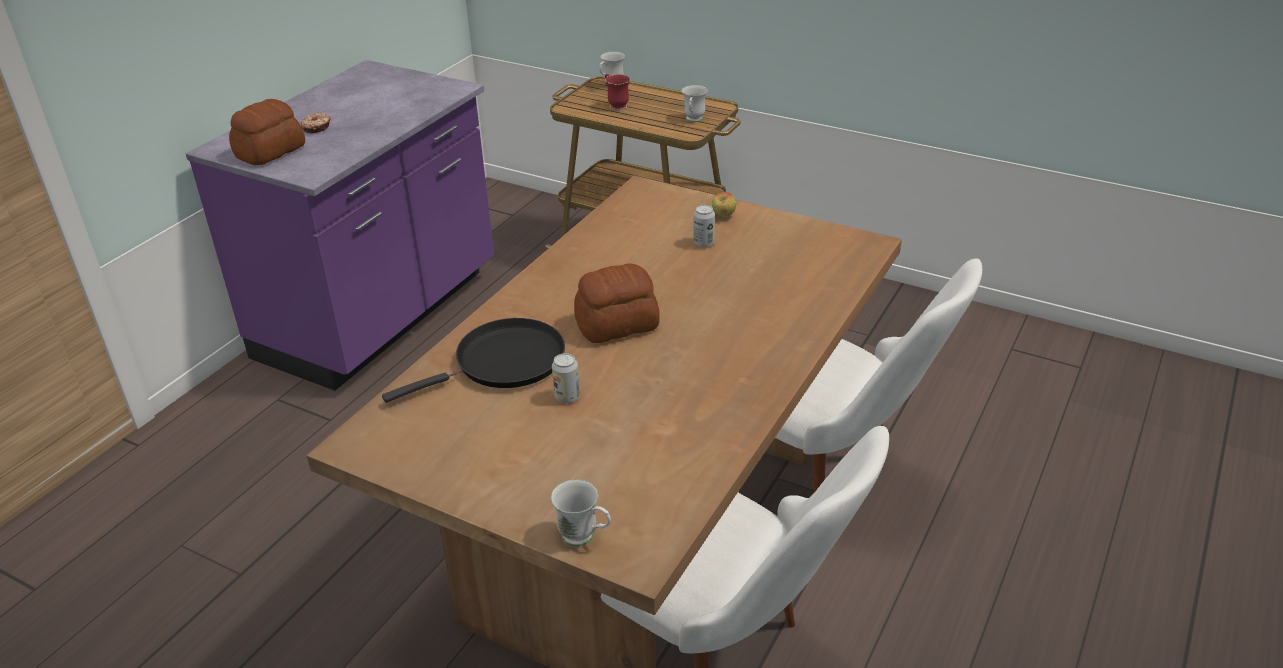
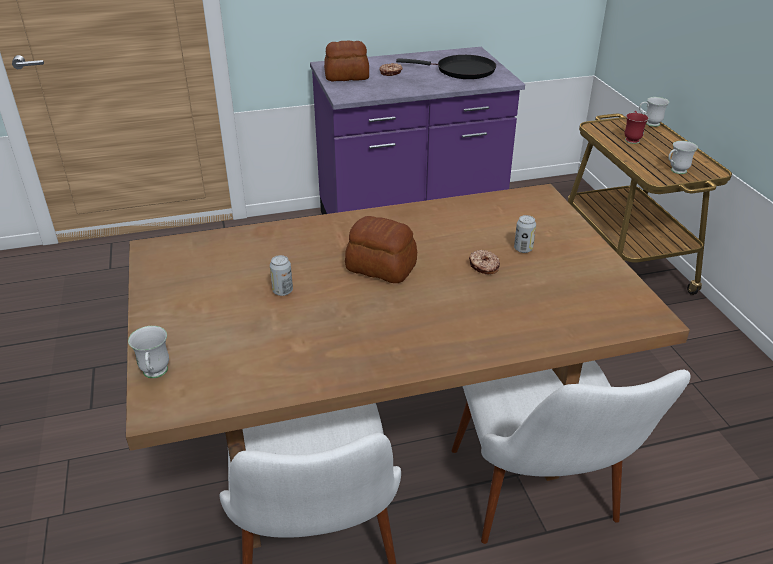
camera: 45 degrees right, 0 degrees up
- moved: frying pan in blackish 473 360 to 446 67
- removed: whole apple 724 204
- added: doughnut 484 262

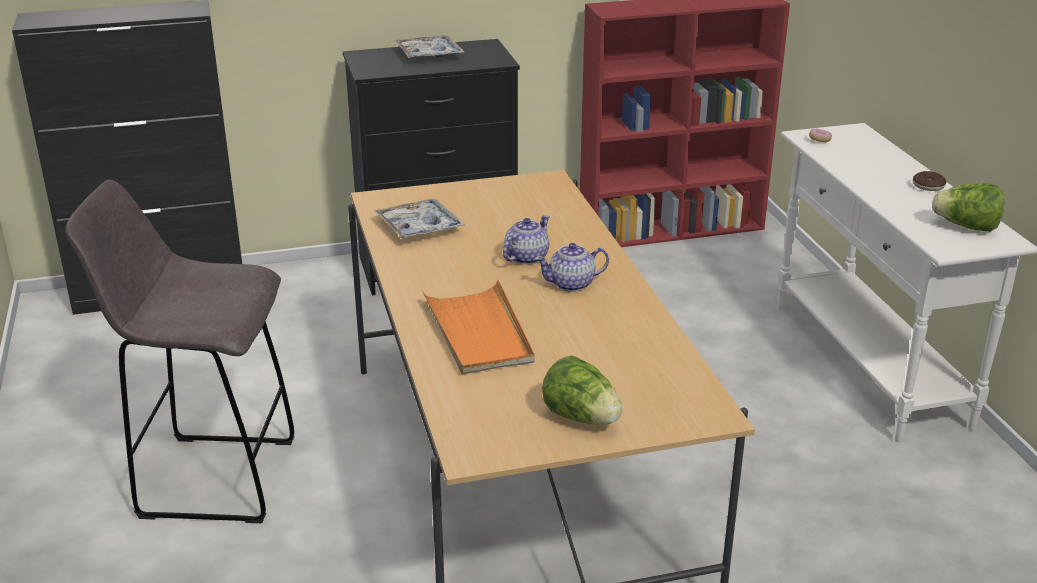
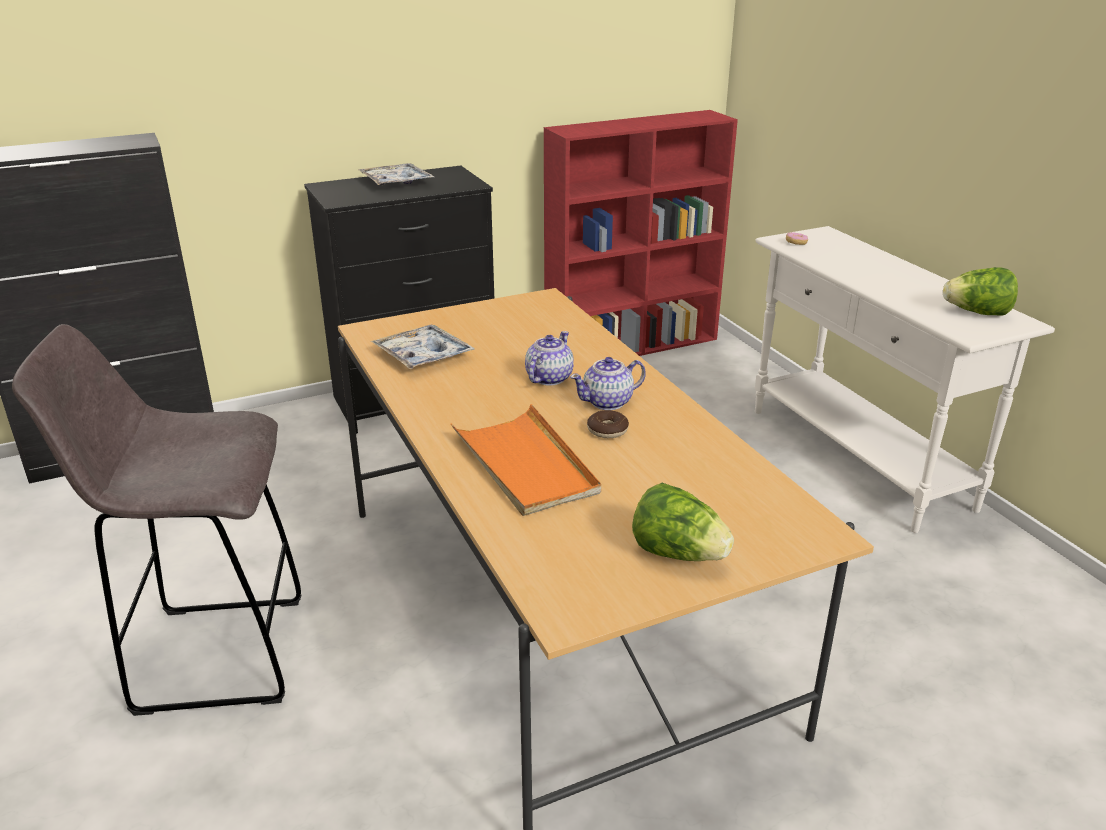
camera: 10 degrees left, 0 degrees up
- moved: doughnut 929 181 to 608 424

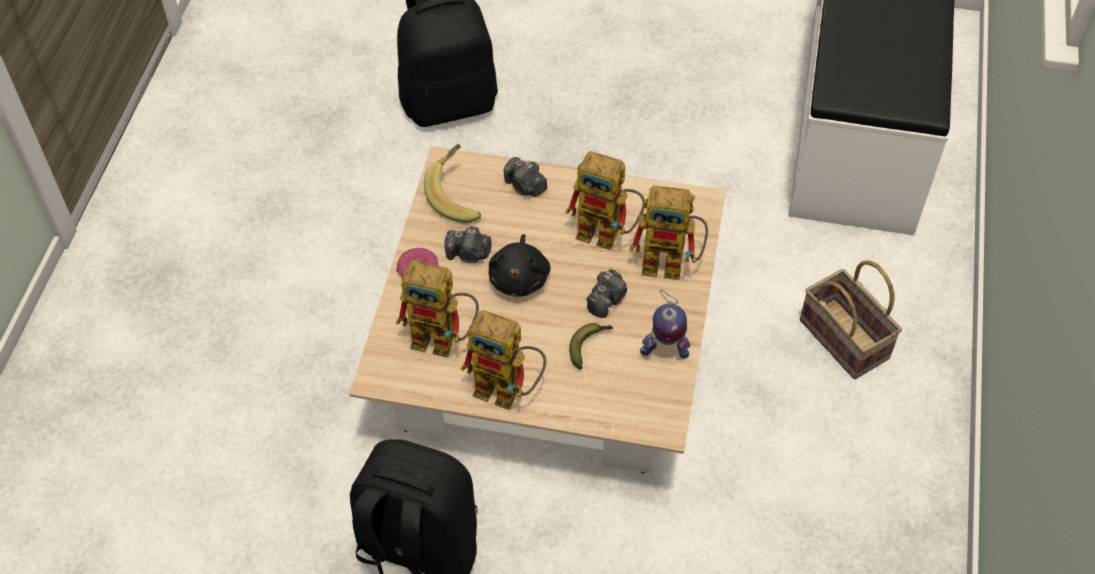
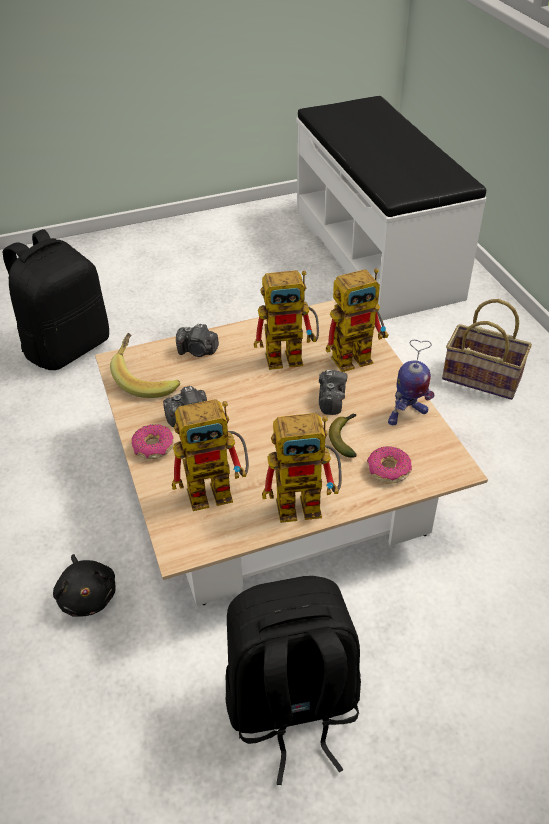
camera: 30 degrees left, 10 degrees down
- moved: cuddly toy in blackish 520 265 to 84 585
- added: doughnut 389 465

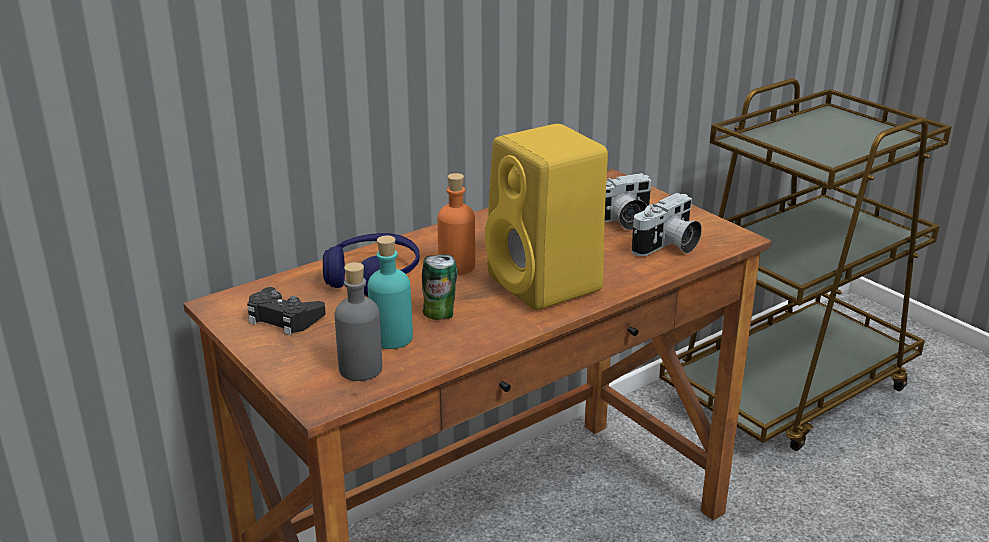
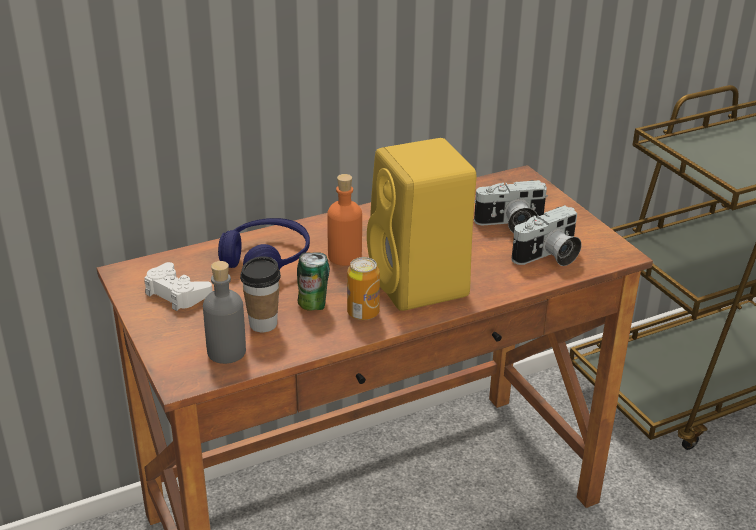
camera: 10 degrees right, 5 degrees up
- recoloured: joypad in blackish 286 311 to joypad in whitish 178 286
- replaced: drink bottle in turquoise 390 292 to small cup 260 294
- added: can 363 288

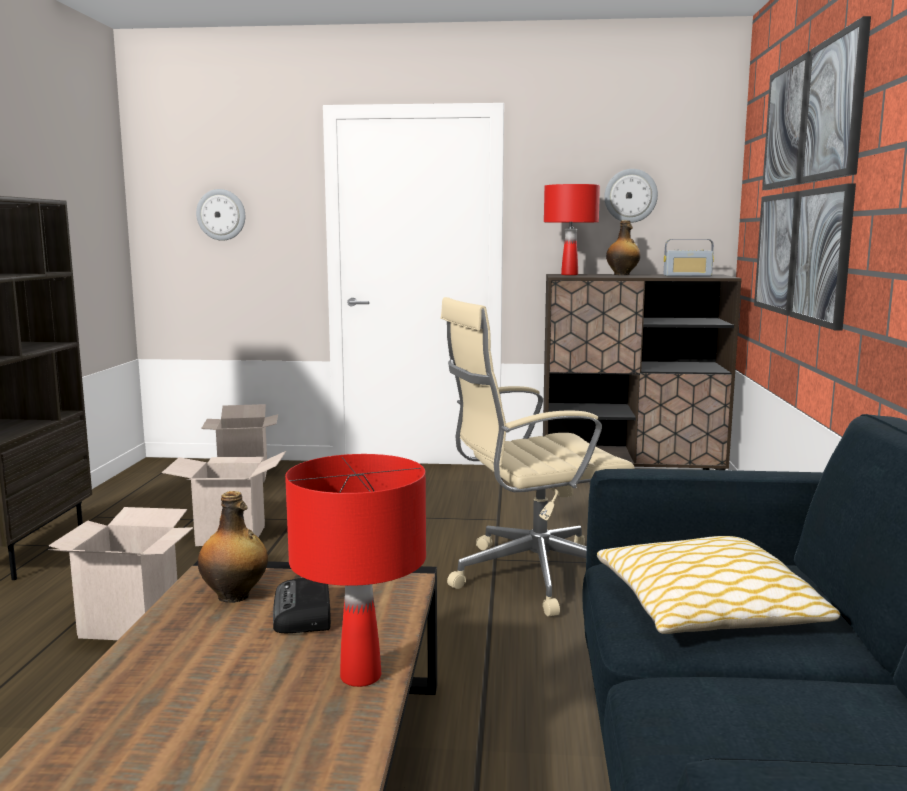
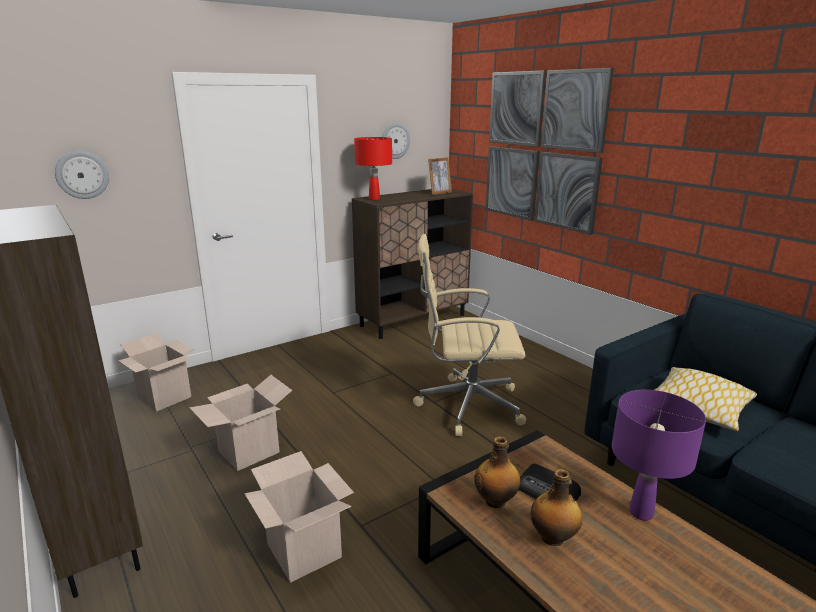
camera: 40 degrees left, 10 degrees up
- recoloured: table lamp in red-coloured 355 570 to table lamp in purplish 659 455
- turned: office chair in beige 538 457 = 469 335 60 degrees clockwise
- moved: drink bottle 623 247 to 556 507
- replaced: radio 689 257 to picture frame 440 176

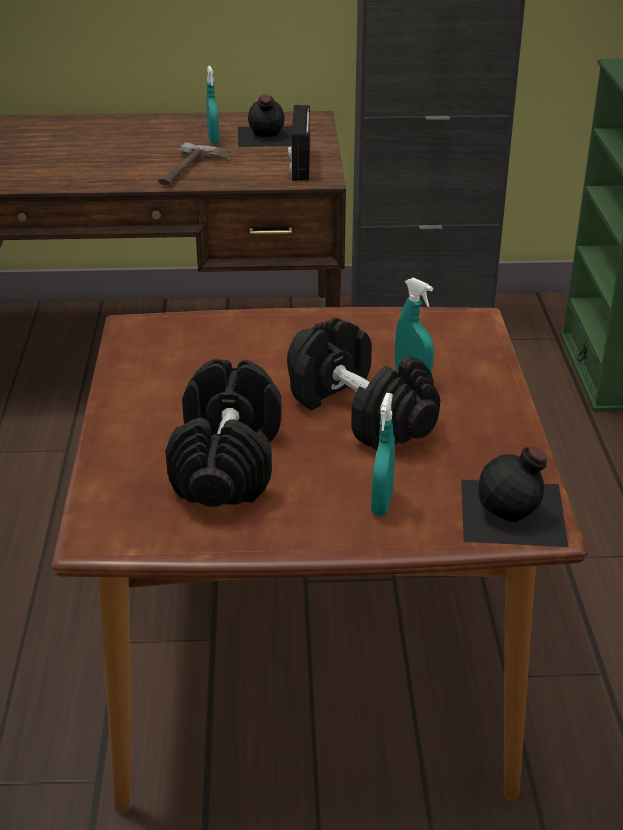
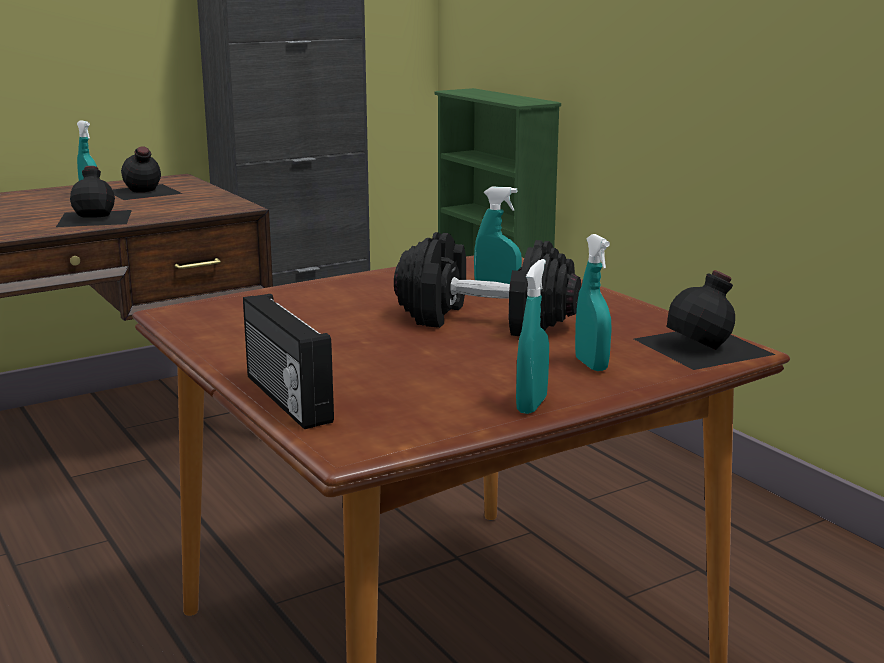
camera: 30 degrees left, 15 degrees down
- replaced: tool hammer 194 163 to drink bottle in blackish 94 196
- removed: dumbbell in blackish 223 433
- moved: radio 299 143 to 288 361
- added: sprayer in turquoise 532 336

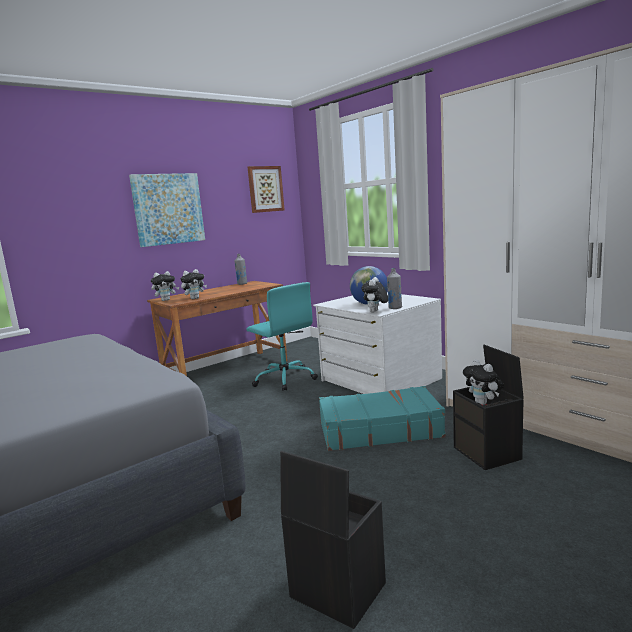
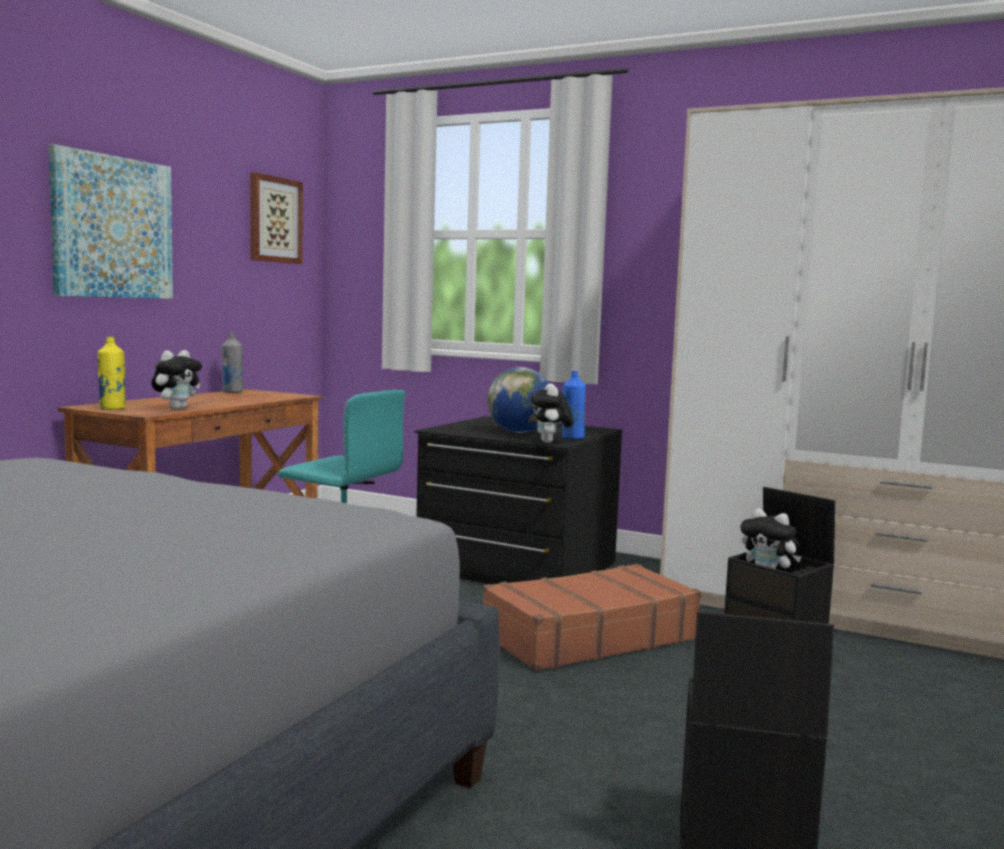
camera: 25 degrees left, 5 degrees down
- replaced: cuddly toy 165 286 to drink bottle in yellow 112 373
- recoloured: dresser in whitish 377 343 to dresser in blackish 518 500
- recoloured: suitcase in turquoise 382 418 to suitcase in brownish 592 617
- recoloured: drink bottle in grey 395 288 to drink bottle in bluish 574 405

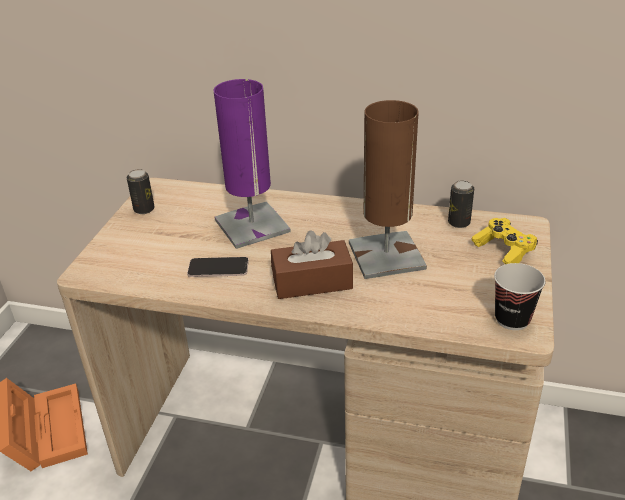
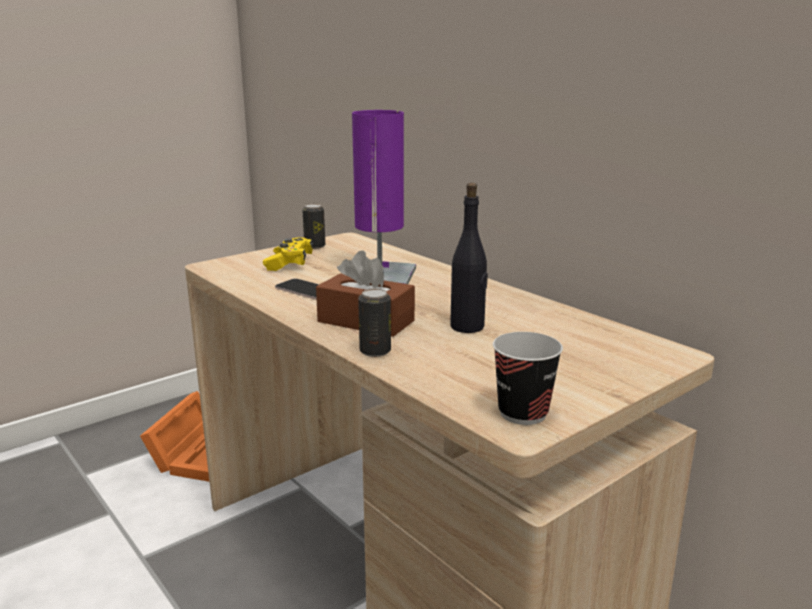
camera: 35 degrees right, 15 degrees down
- replaced: table lamp in brownish 388 189 to drink bottle in blackish 469 258
- moved: can 461 204 to 374 323
- moved: joypad in yellow 505 241 to 288 254

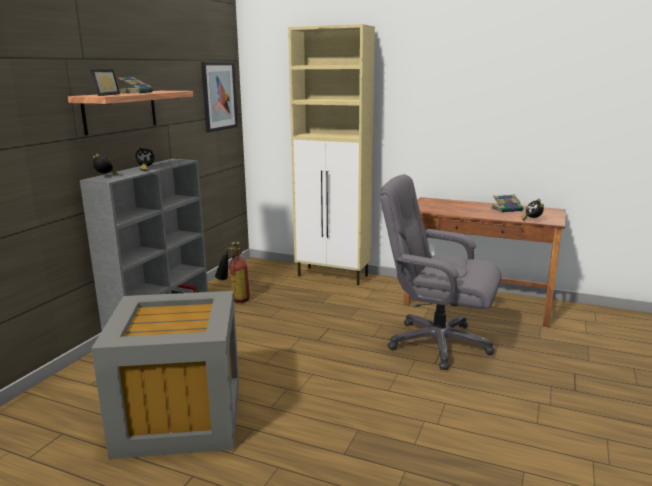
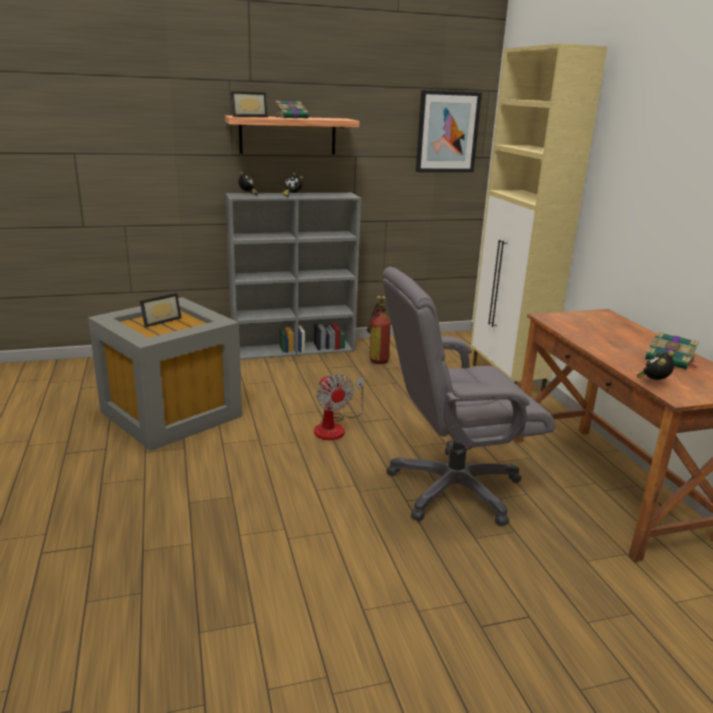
camera: 50 degrees right, 5 degrees up
- turned: office chair in grey 441 272 = 468 396 90 degrees counterclockwise
- added: picture frame 160 310
- added: fan 339 407

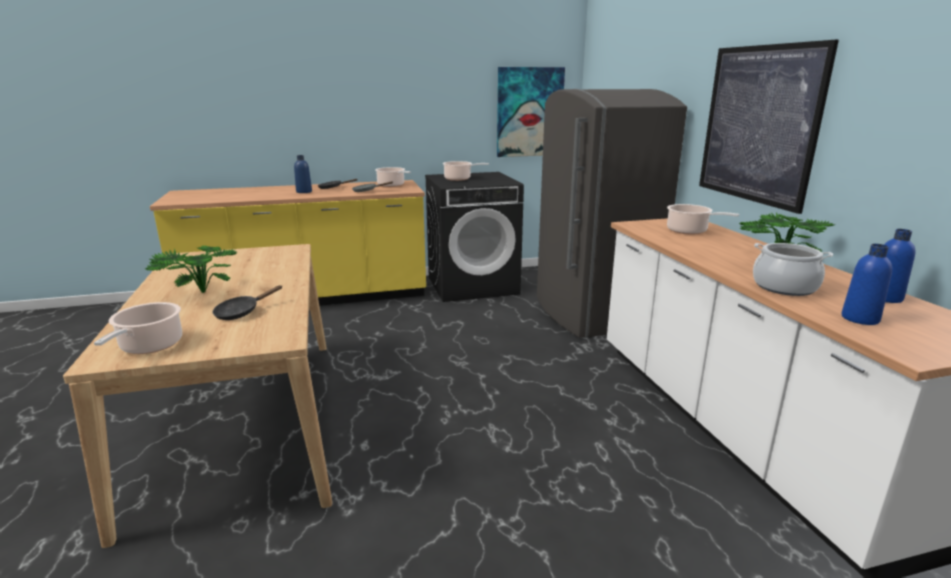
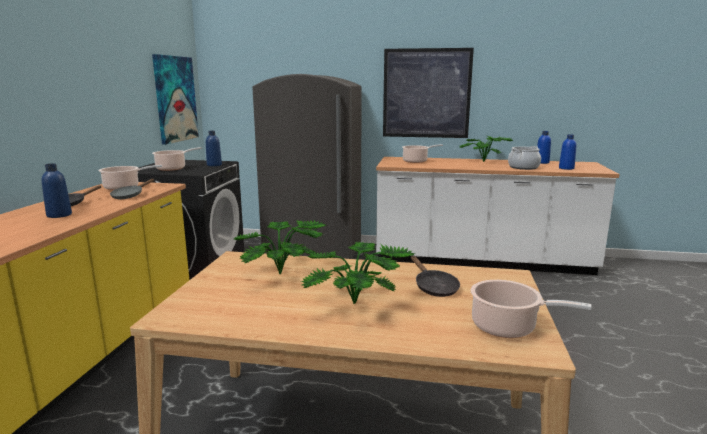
camera: 65 degrees left, 5 degrees down
- added: drink bottle in bluish 214 148
- added: houseplant 280 247

